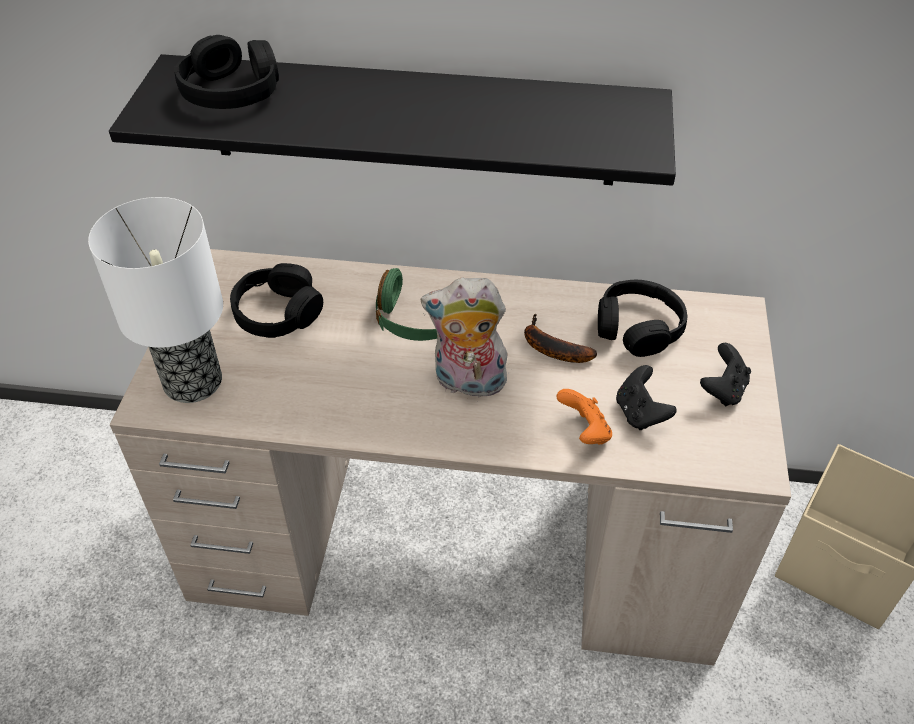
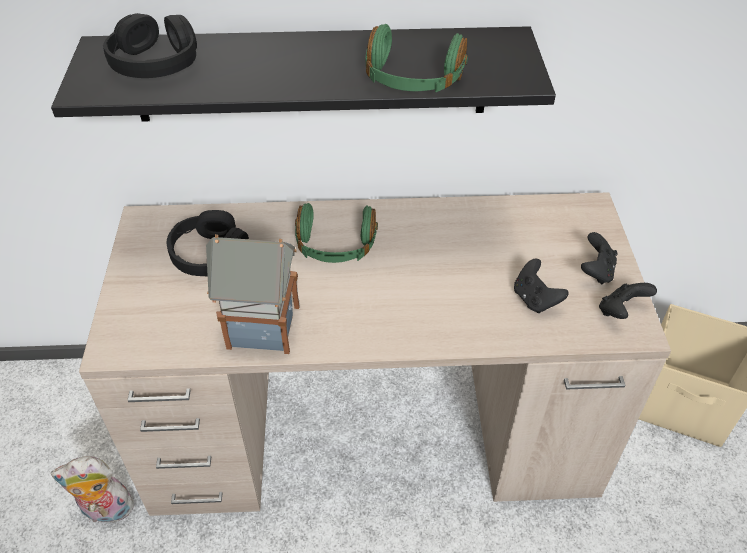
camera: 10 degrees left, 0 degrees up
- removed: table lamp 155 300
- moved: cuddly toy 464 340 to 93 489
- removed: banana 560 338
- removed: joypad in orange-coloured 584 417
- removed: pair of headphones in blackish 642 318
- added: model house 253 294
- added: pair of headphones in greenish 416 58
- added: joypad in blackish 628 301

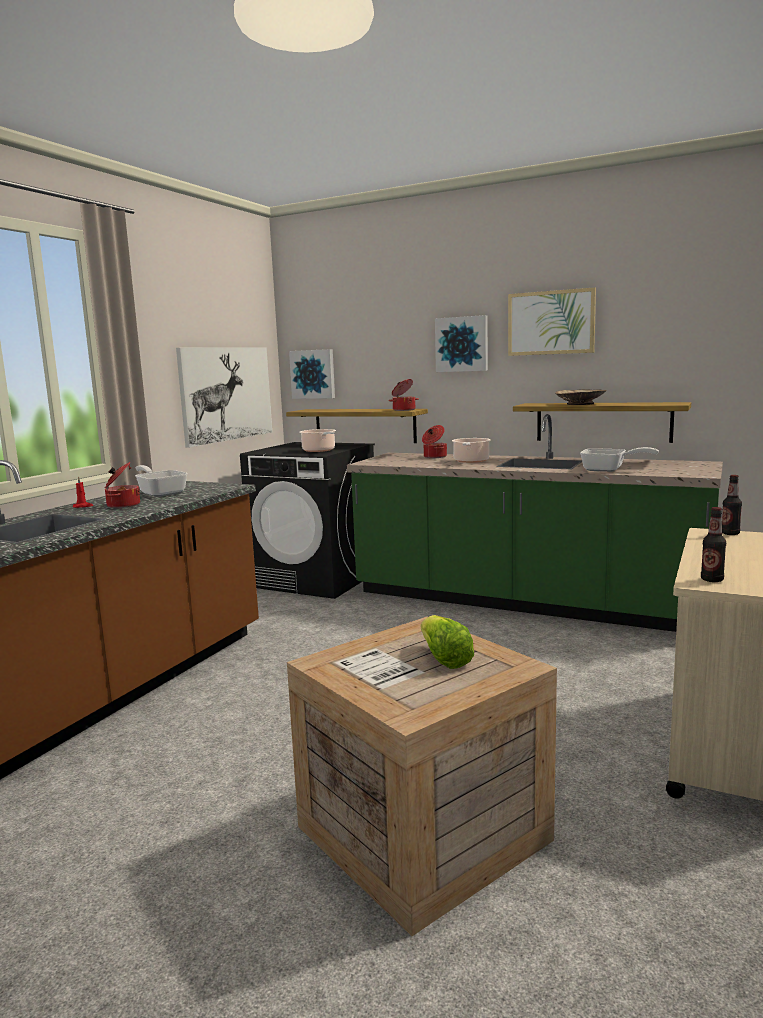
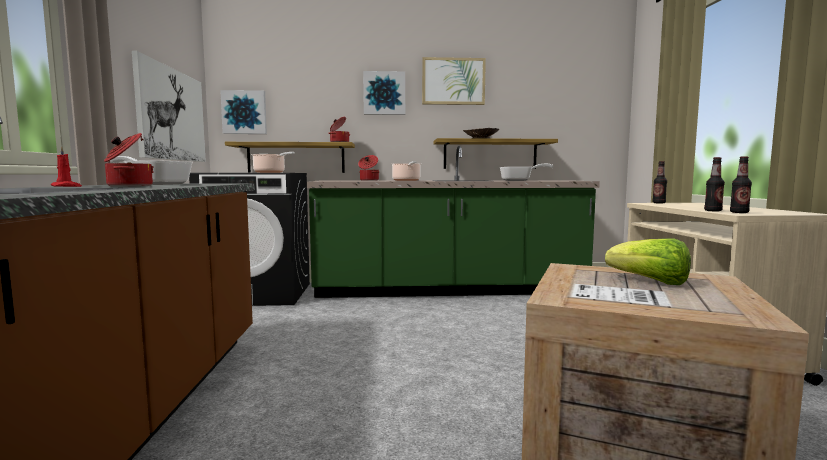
camera: 30 degrees left, 5 degrees down
- added: drink bottle 714 184

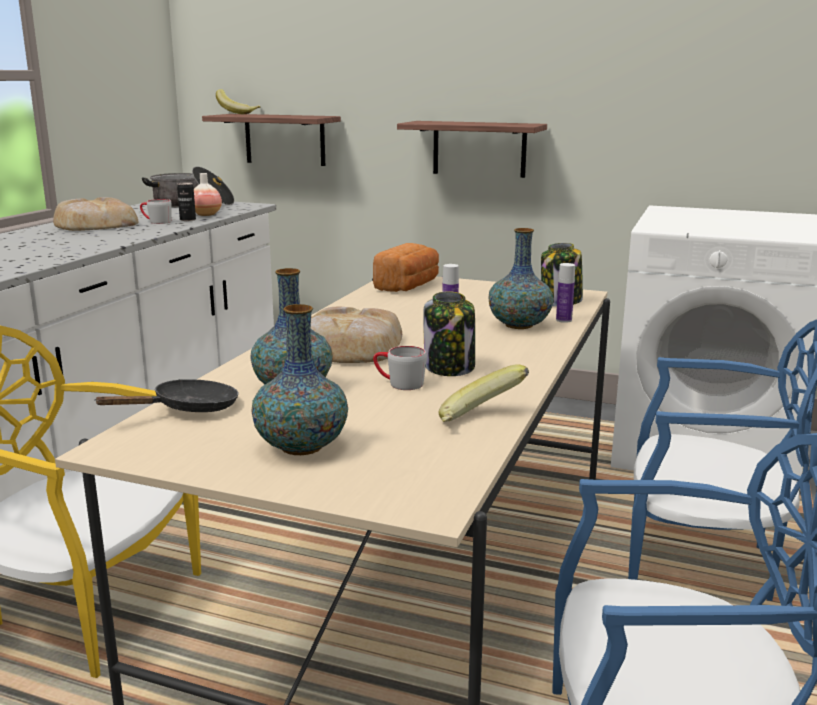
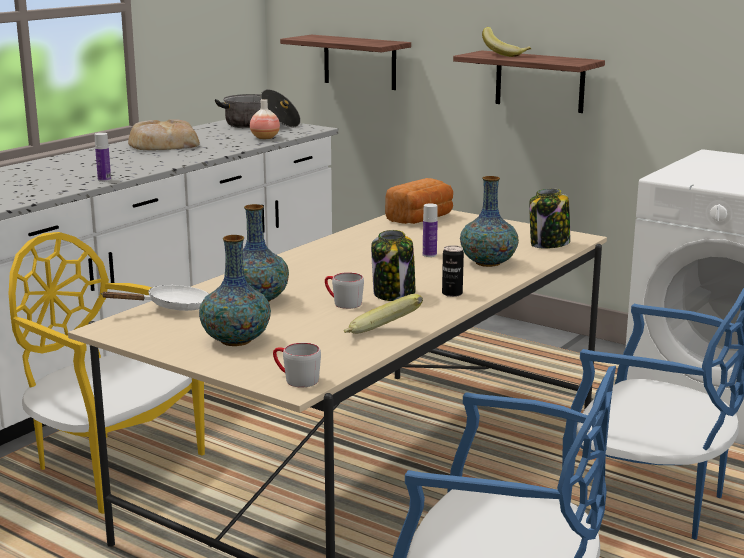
camera: 15 degrees right, 0 degrees up
- recoloured: frying pan in blackish 166 395 to frying pan in whitish 155 298
- moved: coffee mug in grey 156 211 to 297 365
- moved: can 186 201 to 453 271
- moved: banana 238 101 to 506 42
- removed: bakery bread 356 335
- moved: drink bottle 565 293 to 103 157

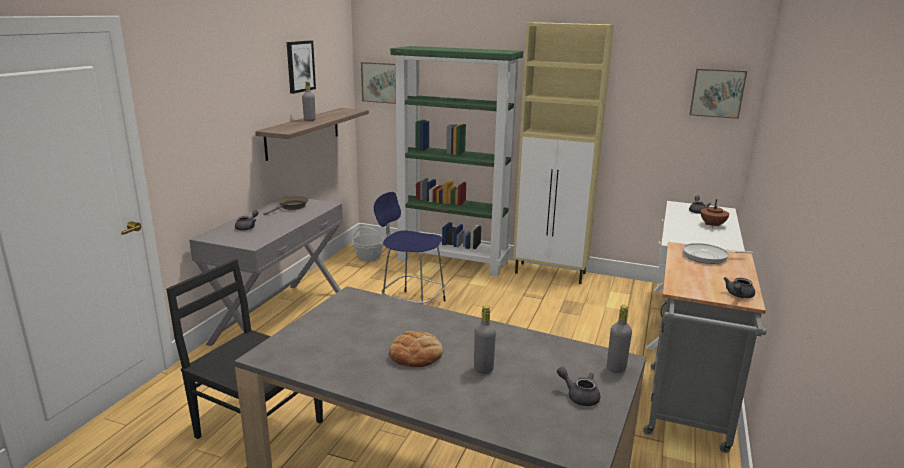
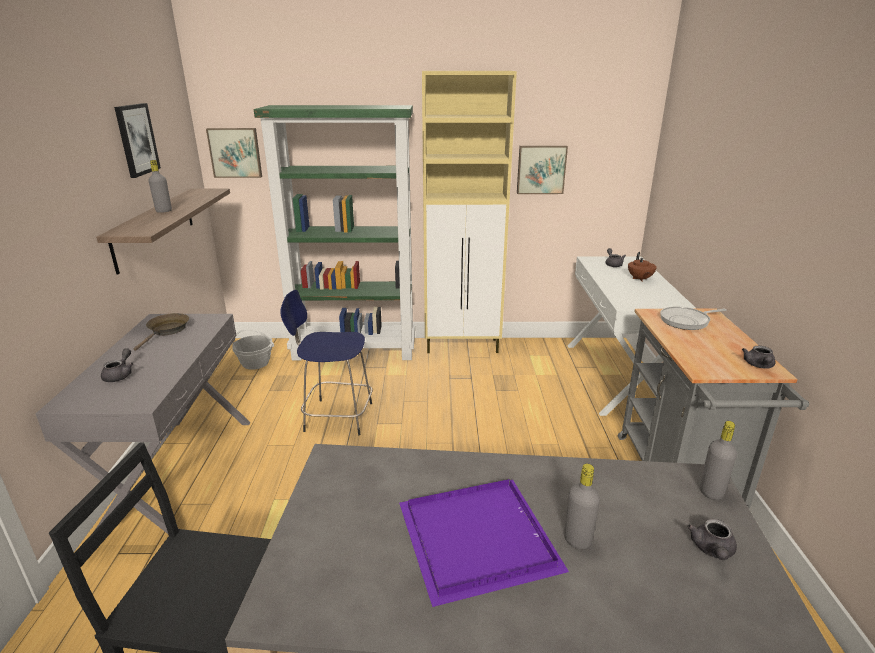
camera: 20 degrees left, 5 degrees up
- replaced: bakery bread 416 349 to serving tray in purplish 484 543
- turned: teapot in grey 578 386 = 712 539 90 degrees counterclockwise
- moved: wall art 718 93 to 542 170

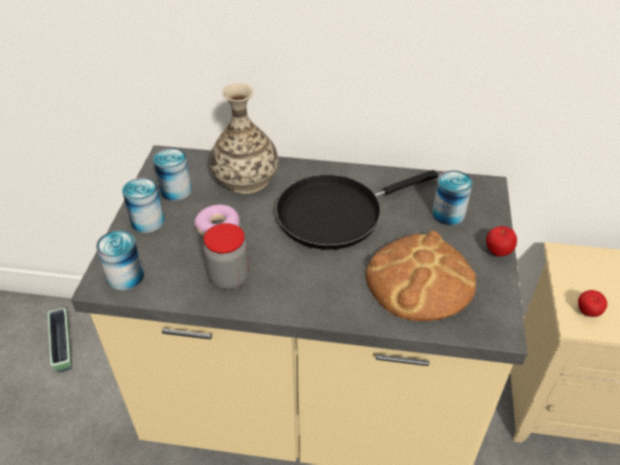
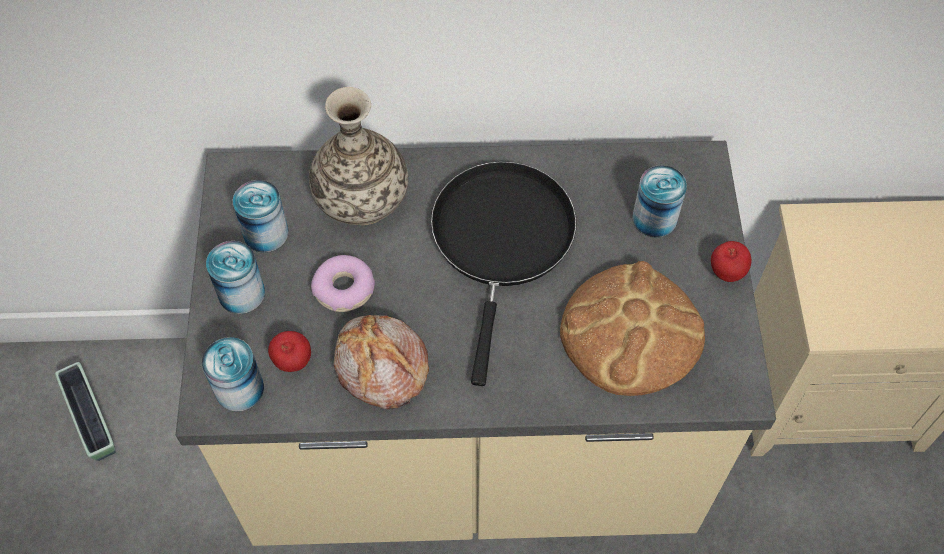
camera: 10 degrees left, 15 degrees up
- replaced: jar 226 256 to bakery bread 381 362
- turned: frying pan in blackish 357 210 = 503 273 135 degrees clockwise
- moved: whole apple 592 303 to 289 351

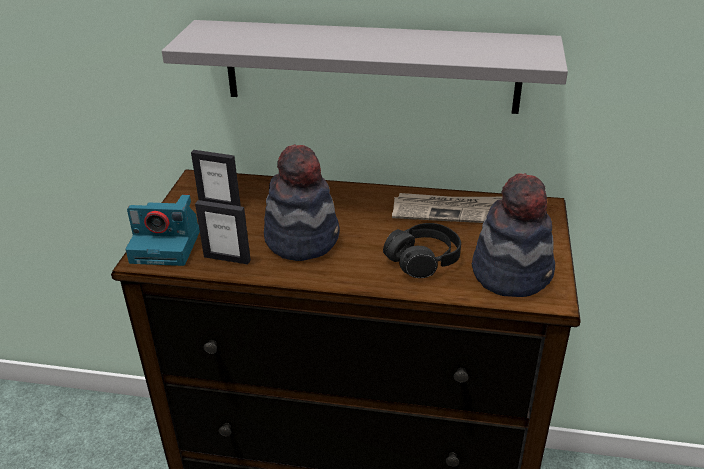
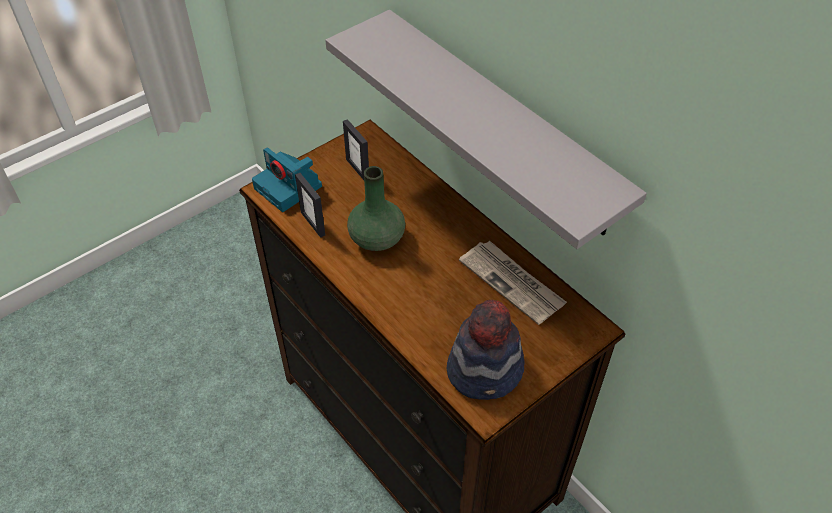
camera: 40 degrees right, 15 degrees up
- replaced: hat 301 202 to decorative vase in greenish 376 208
- removed: pair of headphones in blackish 422 250

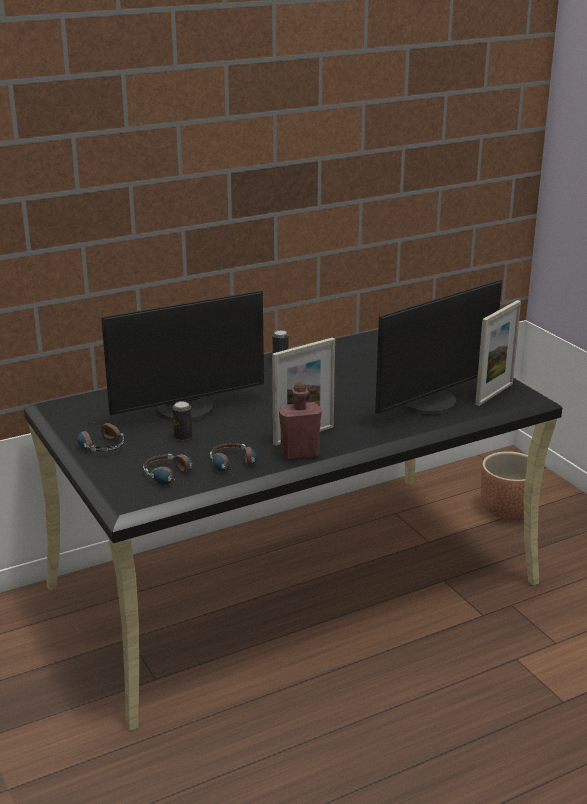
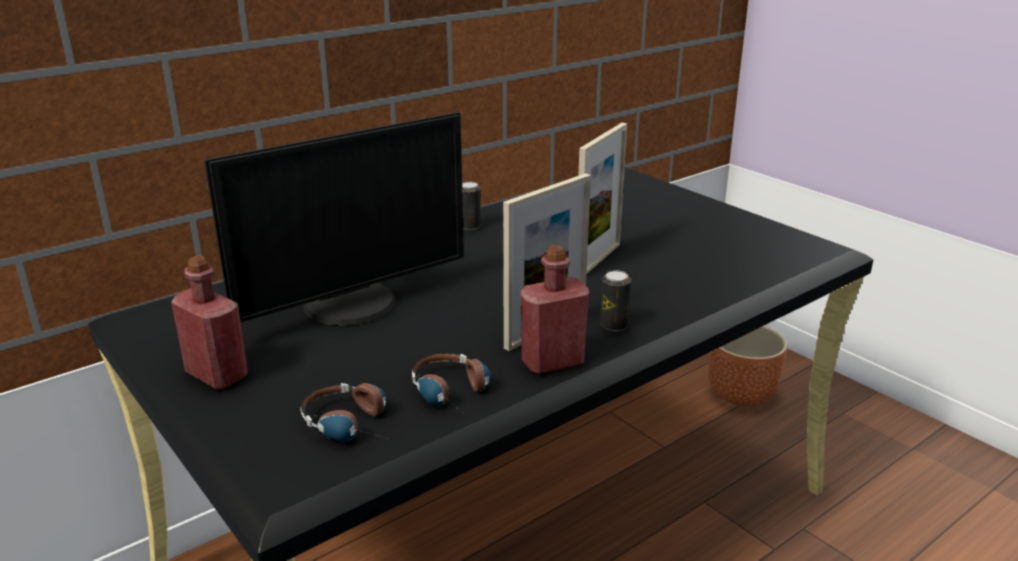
camera: 10 degrees left, 0 degrees up
- replaced: pair of headphones 100 437 to drink bottle in red-coloured 209 322
- moved: can 182 421 to 615 300
- removed: computer display 438 347
- moved: picture frame 498 353 to 602 198

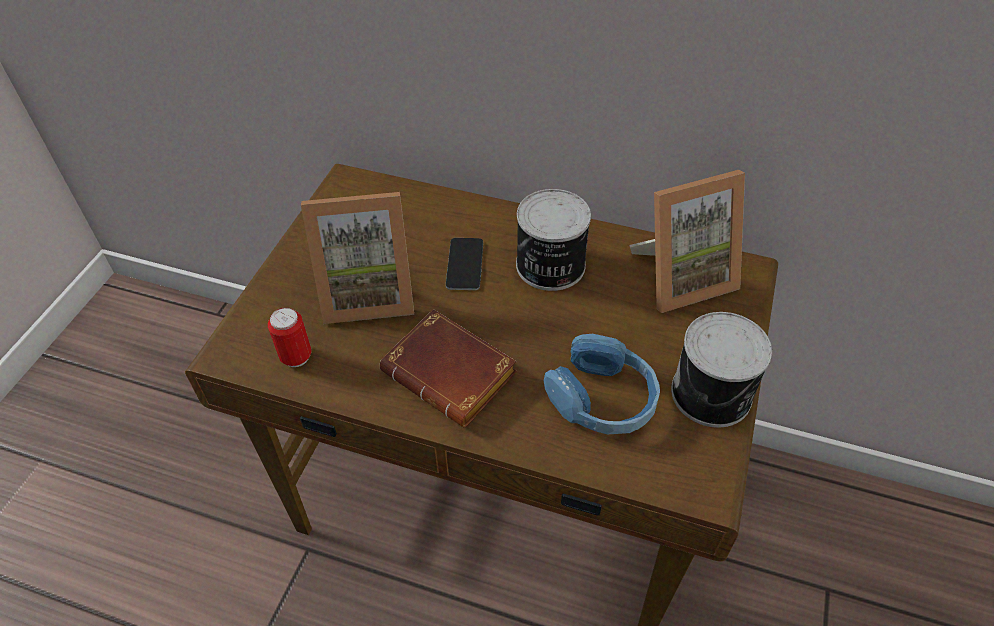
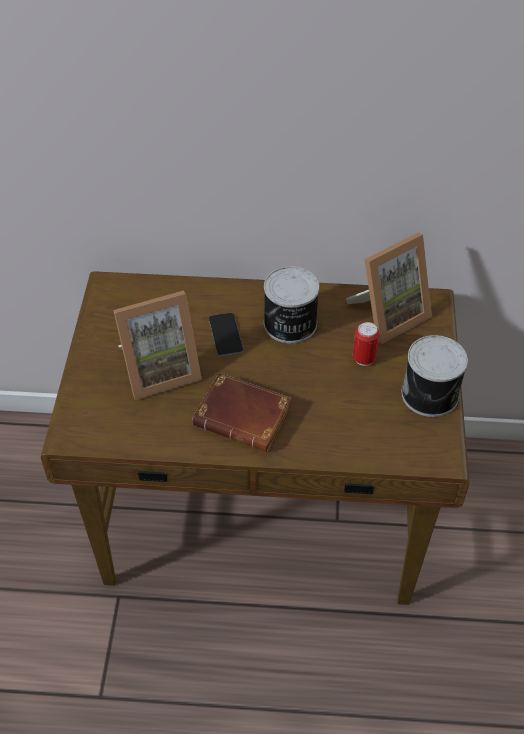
camera: 15 degrees left, 0 degrees up
- moved: can 289 337 to 366 344
- removed: pair of headphones in bluish 602 384

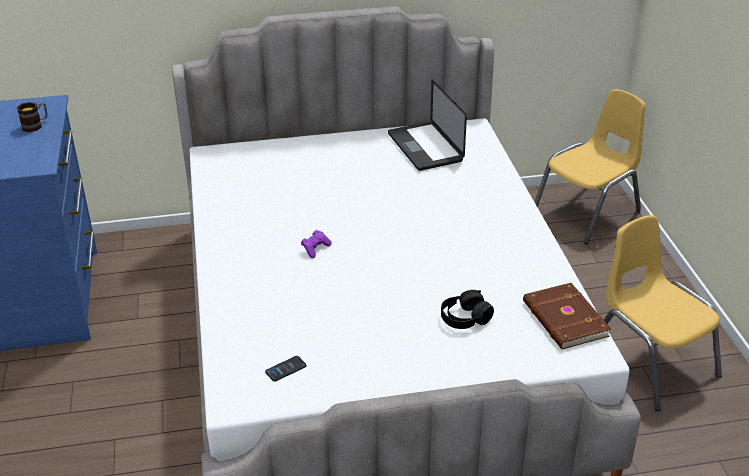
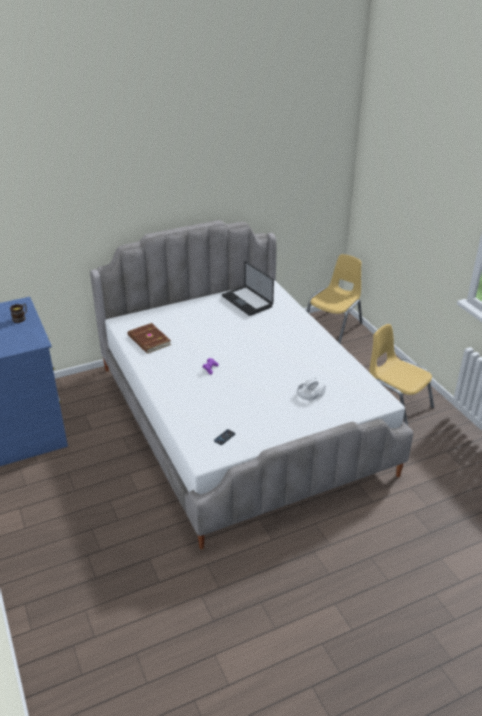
camera: 15 degrees left, 0 degrees up
- recoloured: pair of headphones in blackish 467 309 to pair of headphones in whitish 311 389
- moved: volume in brownish 567 316 to 149 338

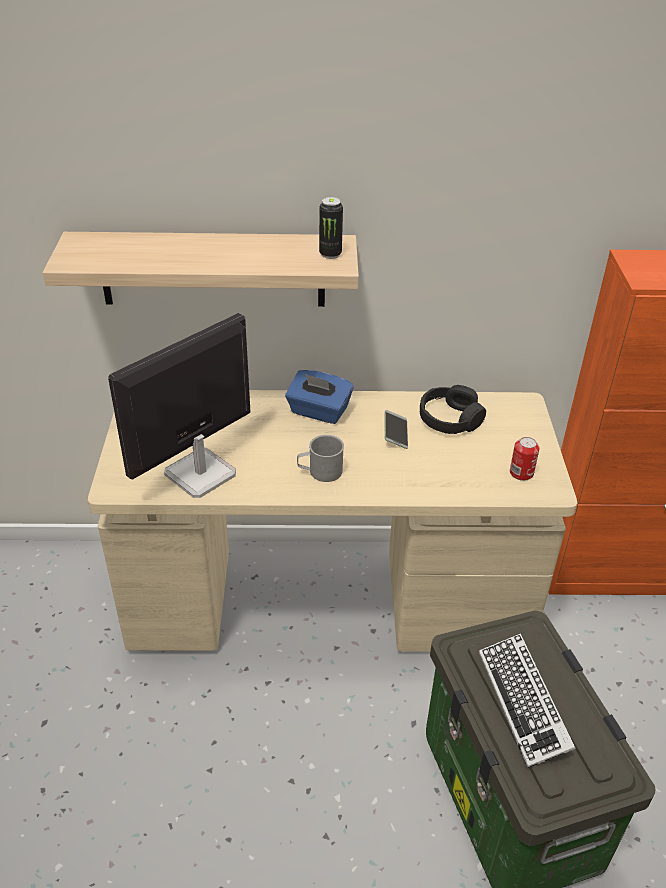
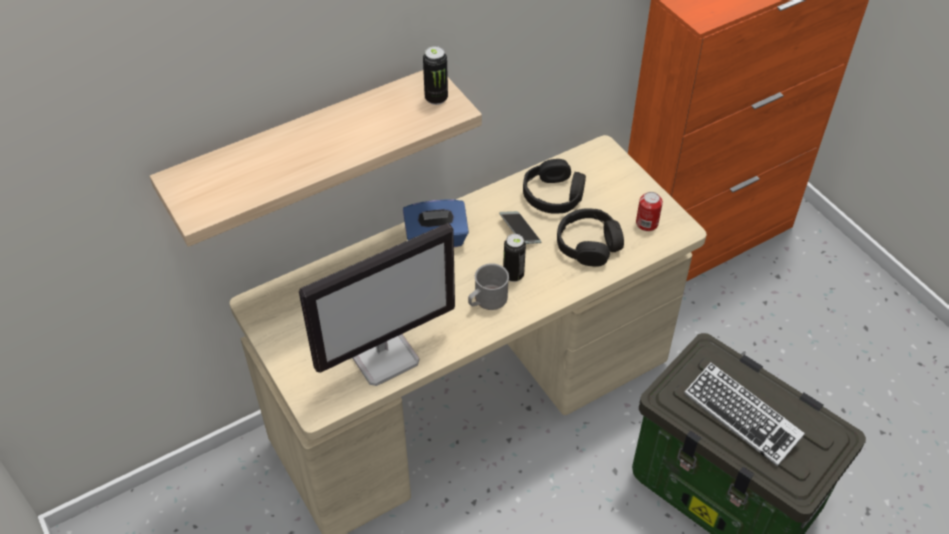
camera: 30 degrees left, 10 degrees up
- turned: computer display 179 405 = 377 304 135 degrees counterclockwise
- added: can 514 258
- added: pair of headphones in blackish 590 237

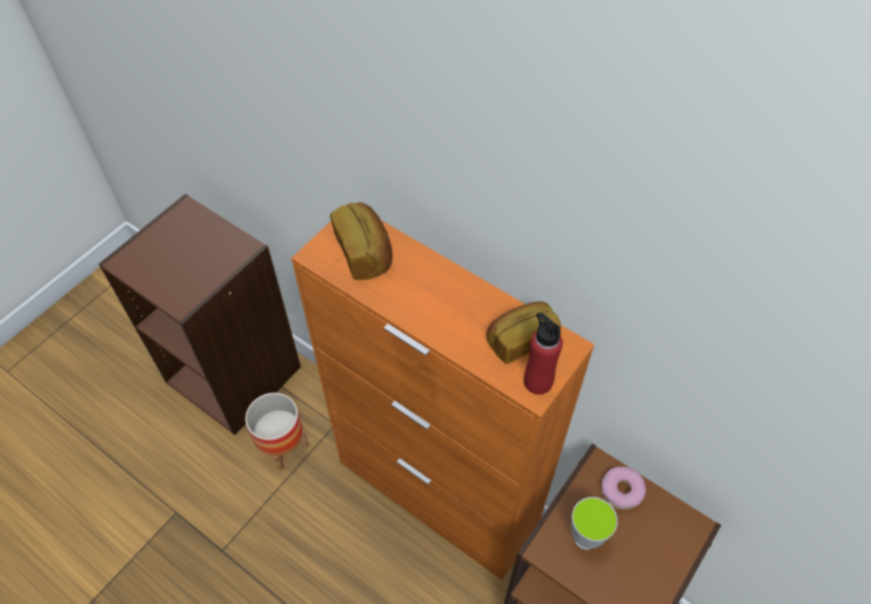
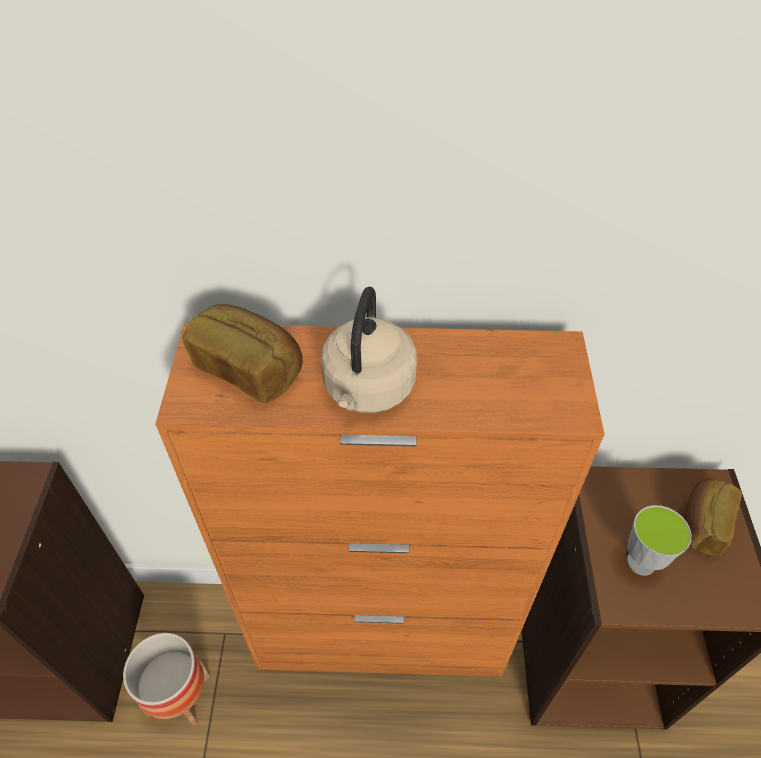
camera: 35 degrees left, 5 degrees down
- moved: bakery bread 523 333 to 713 517
- removed: drink bottle in red-coloured 543 354
- removed: doughnut 623 488
- added: tea kettle in beige 369 350

